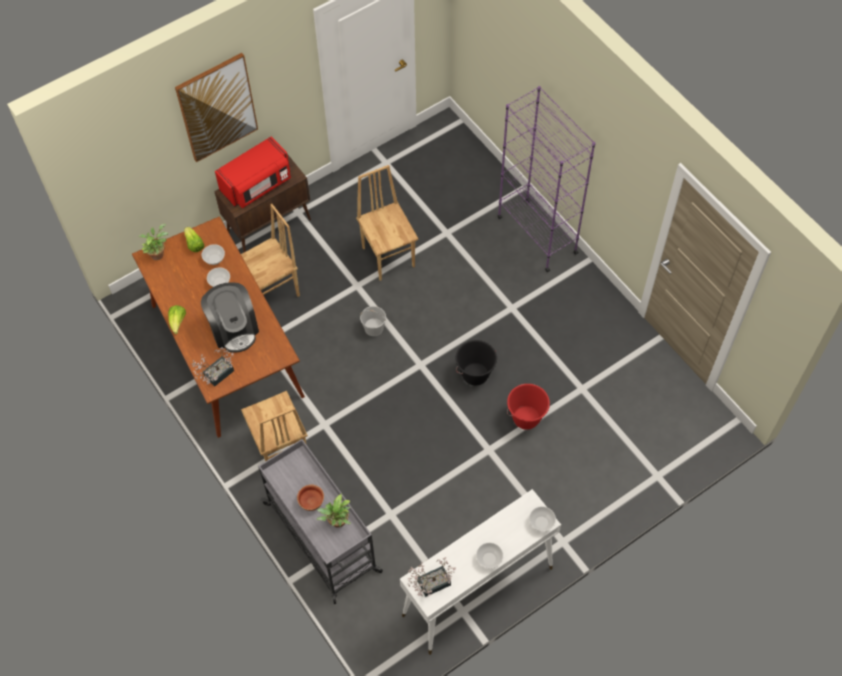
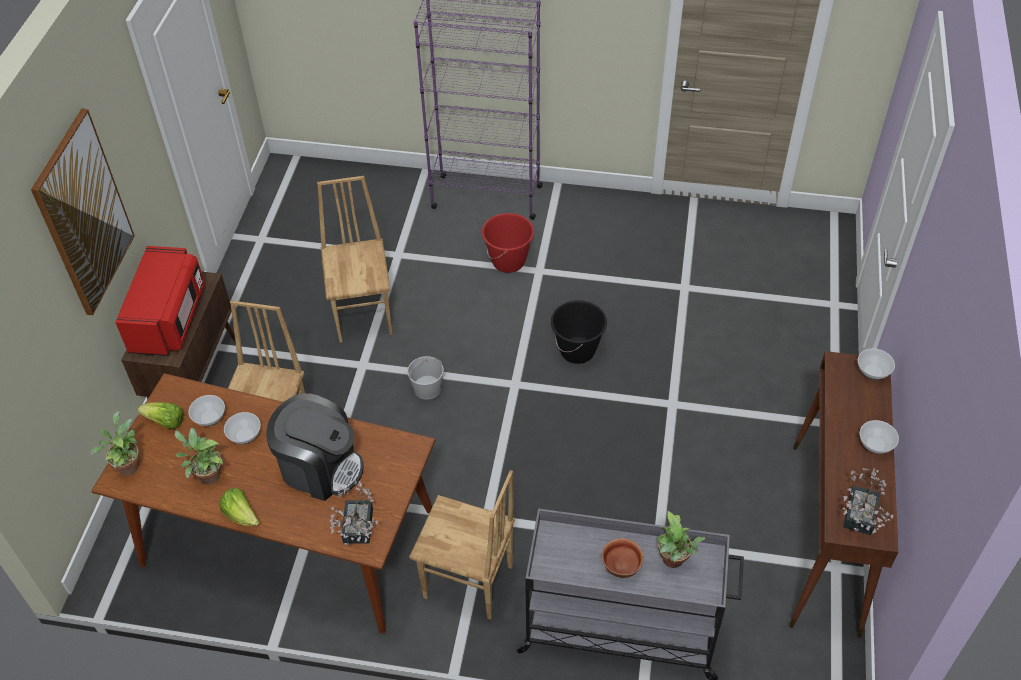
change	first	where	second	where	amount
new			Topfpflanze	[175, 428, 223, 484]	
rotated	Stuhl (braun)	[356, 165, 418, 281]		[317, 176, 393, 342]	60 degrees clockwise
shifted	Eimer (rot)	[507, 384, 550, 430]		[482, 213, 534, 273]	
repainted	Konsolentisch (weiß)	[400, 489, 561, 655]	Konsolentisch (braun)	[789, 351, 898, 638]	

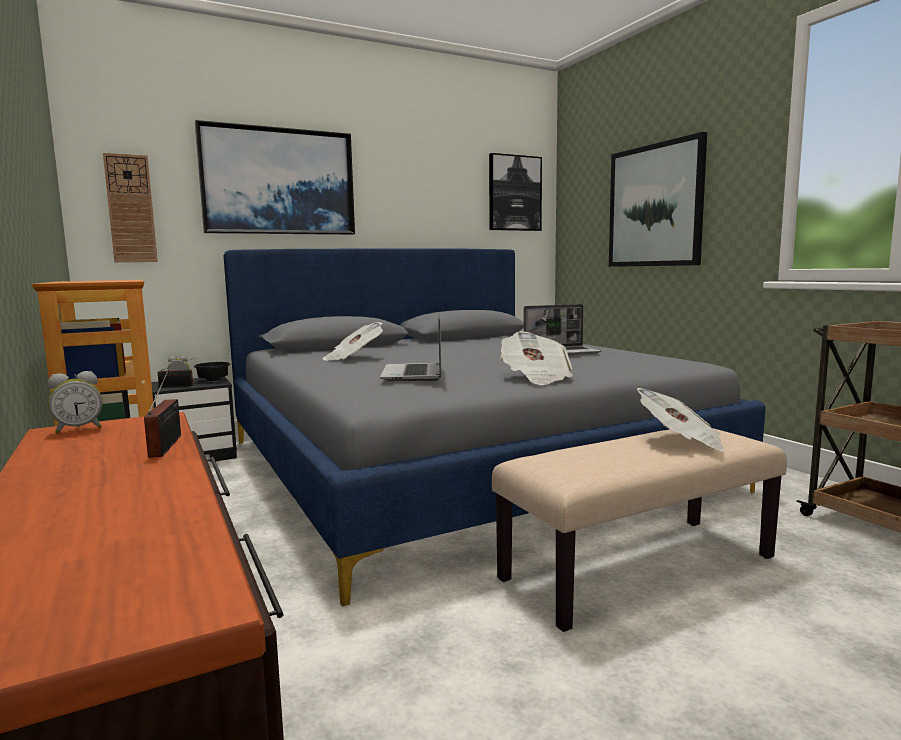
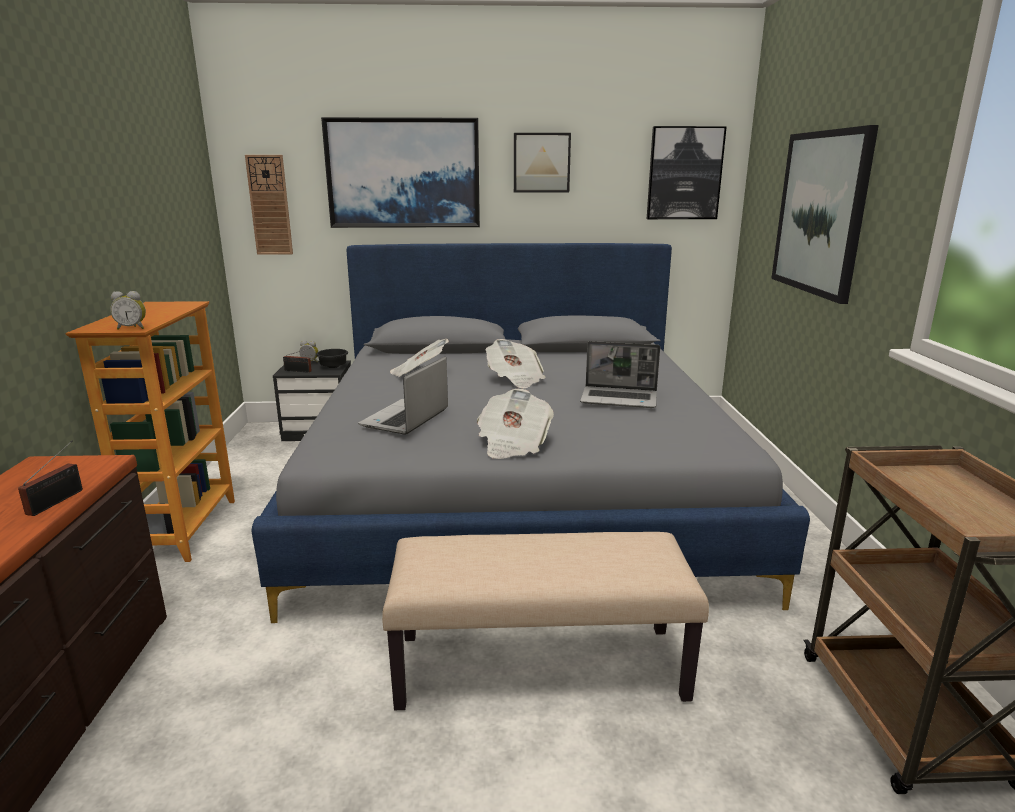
change	first	where	second	where	amount
shifted	Wecker	[48, 371, 102, 434]		[110, 291, 146, 330]	
shifted	Zeitung	[637, 388, 725, 452]		[486, 339, 545, 389]	
new			Bild	[514, 133, 571, 193]	

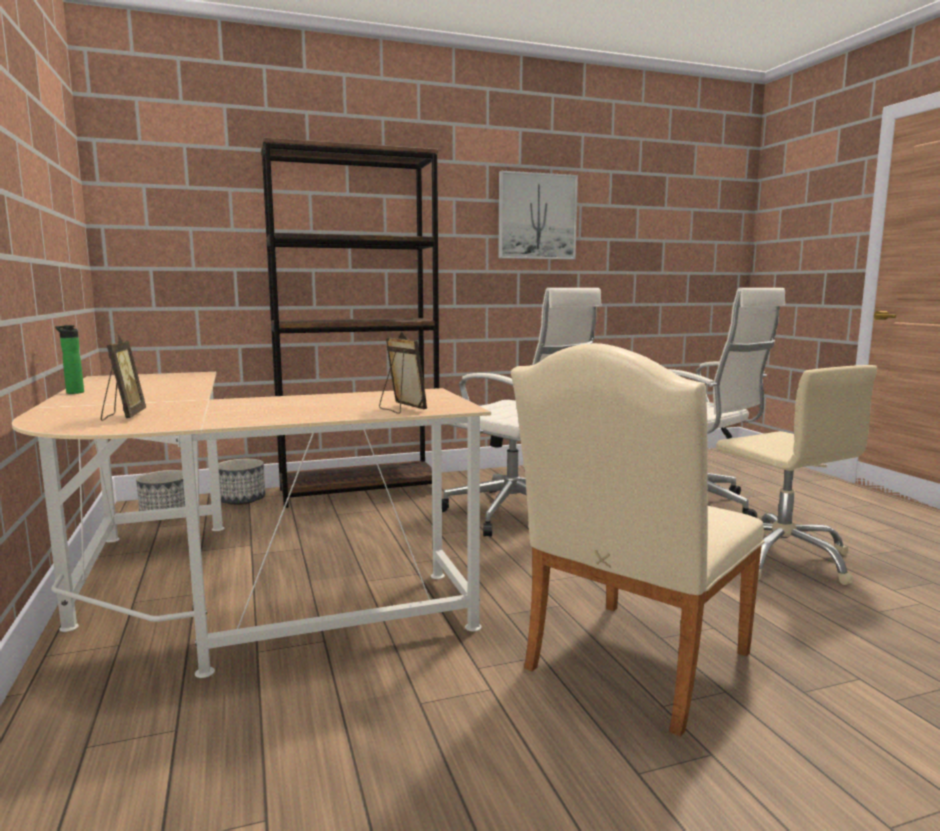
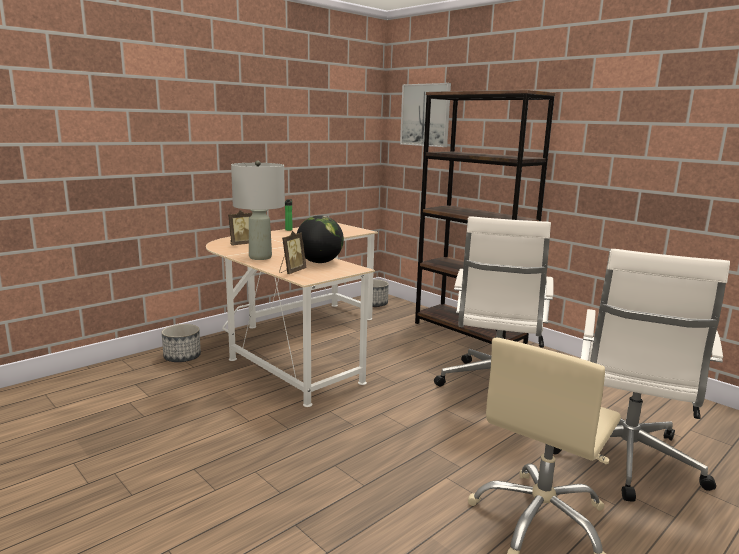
change	first	where	second	where	amount
shifted	Pflanzkübel	[218, 459, 265, 505]		[162, 324, 201, 362]	
new			Tischlampe (grau)	[231, 160, 285, 260]	
new			Globus	[297, 215, 344, 263]	
shifted	Bild	[498, 171, 578, 259]		[400, 83, 451, 147]	
gone	Stuhl (beige)	[511, 343, 764, 737]			

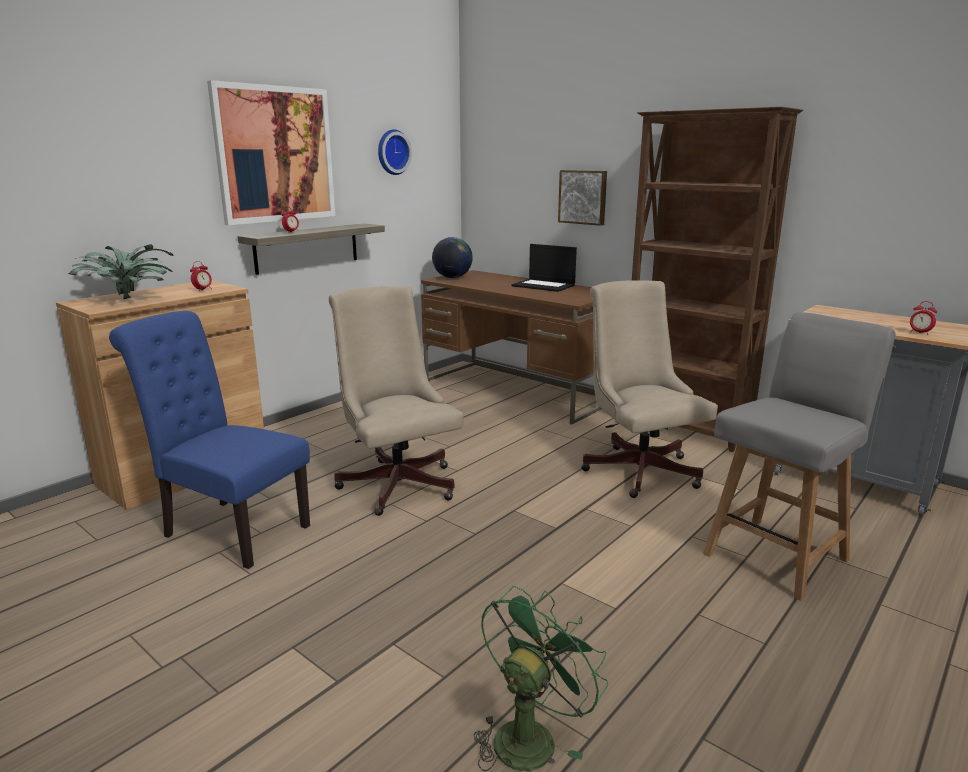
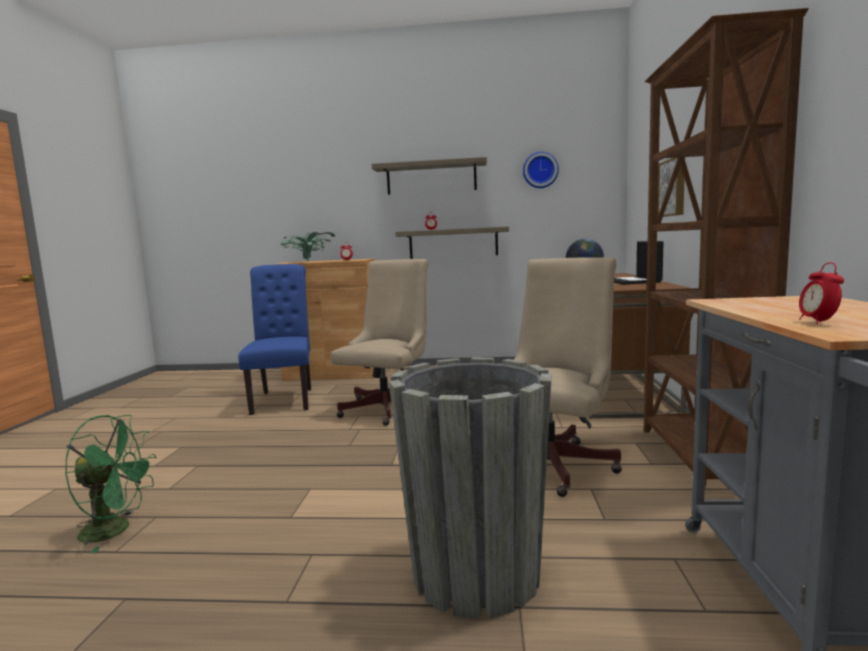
change	first	where	second	where	amount
swapped	Bild	[207, 80, 335, 225]	Wandregal	[372, 157, 487, 195]	
swapped	Stuhl (grau)	[703, 312, 896, 601]	Pflanzkübel (grau)	[389, 357, 552, 619]	

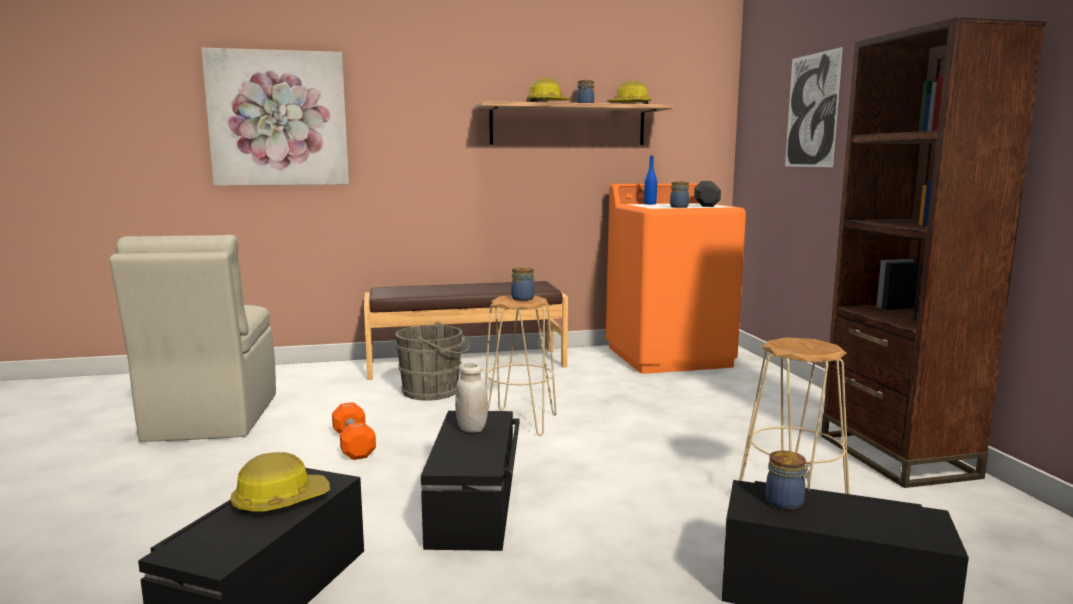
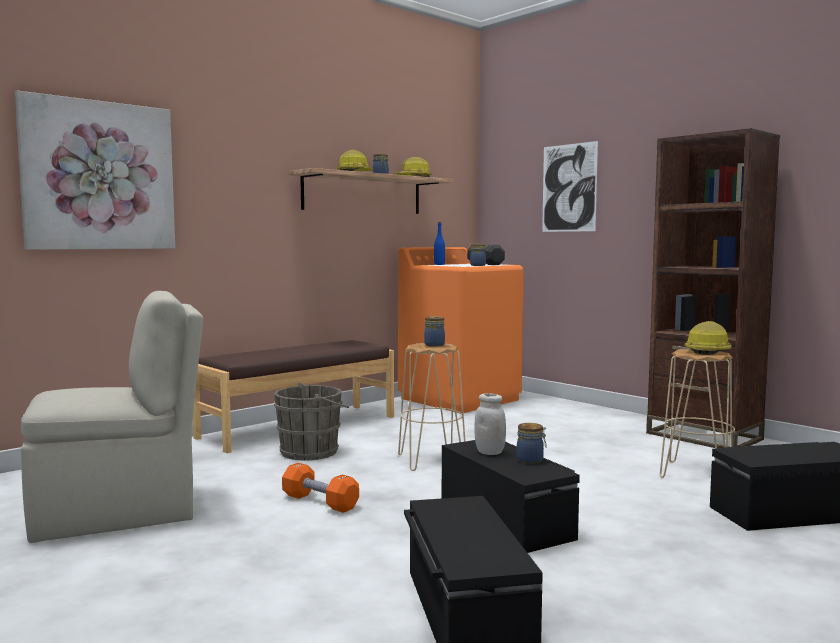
change	first	where	second	where	amount
rotated	Stuhl (beige)	[109, 235, 276, 442]		[21, 291, 203, 543]	75 degrees counterclockwise
shifted	Vorratsglas	[766, 451, 811, 510]		[517, 423, 546, 464]	
shifted	Schutzhelm	[230, 452, 330, 513]		[684, 321, 731, 355]	

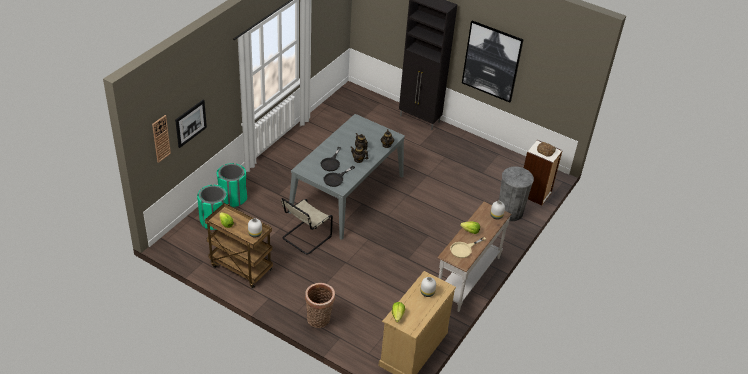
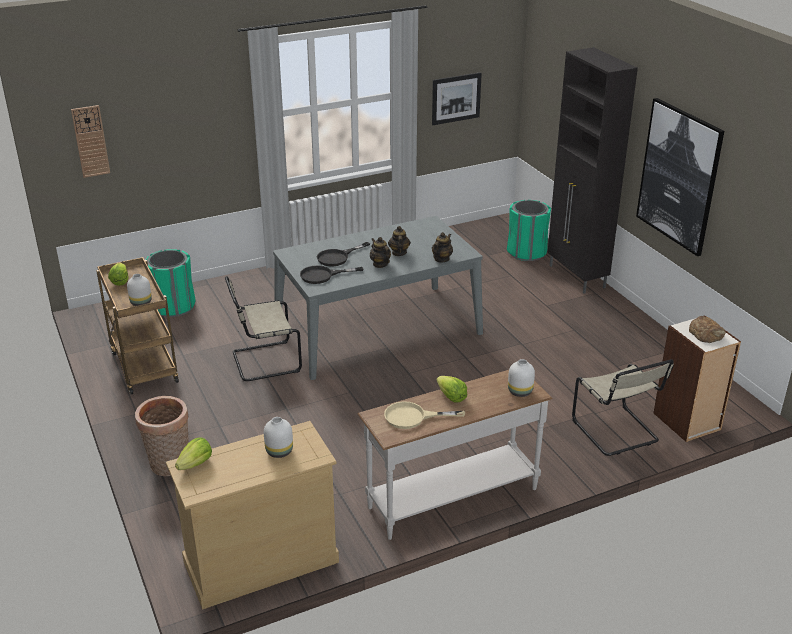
change	first	where	second	where	amount
shifted	Bild	[175, 99, 207, 148]		[432, 72, 482, 125]	
shifted	Mülleimer (grün)	[217, 163, 247, 208]		[507, 200, 551, 261]	
swapped	Mülleimer (grau)	[499, 167, 534, 221]	Stuhl (beige)	[572, 359, 674, 456]	

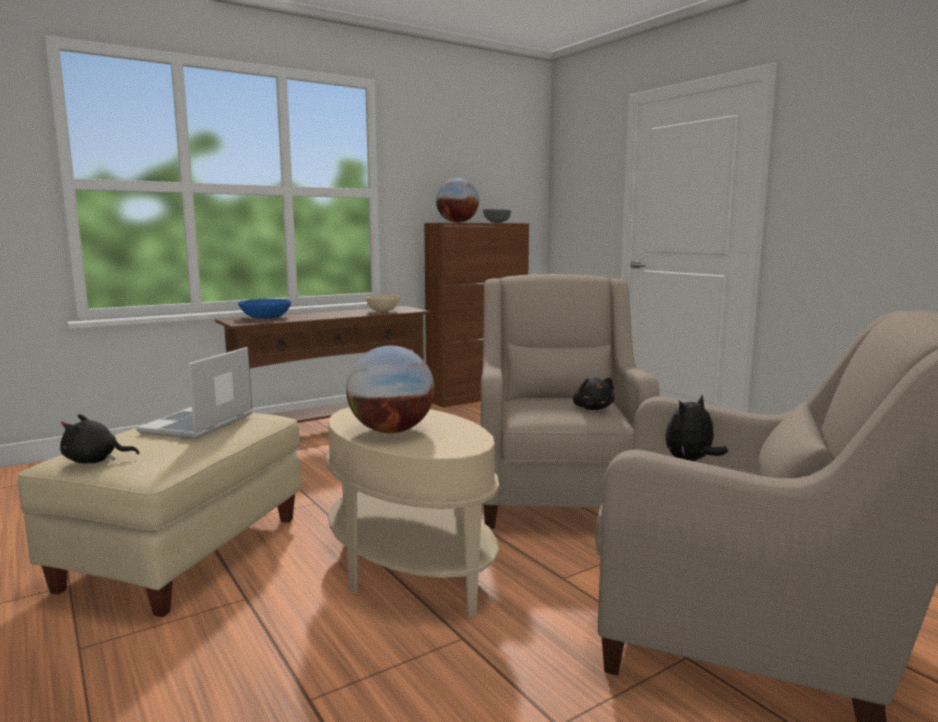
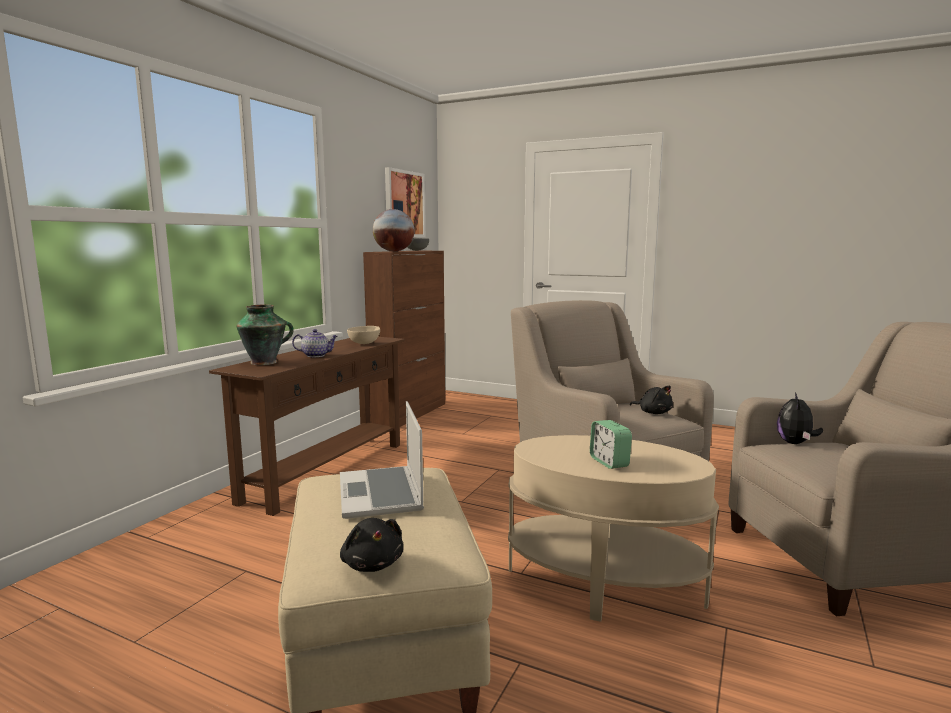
change	first	where	second	where	amount
swapped	Schüssel (blau)	[238, 299, 291, 319]	Vase	[236, 305, 294, 365]	
new			Teekanne	[292, 329, 338, 357]	
rotated	Plüschtier (schwarz)	[60, 414, 139, 464]		[340, 518, 403, 572]	75 degrees counterclockwise
new			Bild	[385, 167, 425, 237]	
swapped	Globus	[346, 346, 434, 433]	Wecker	[590, 420, 632, 469]	

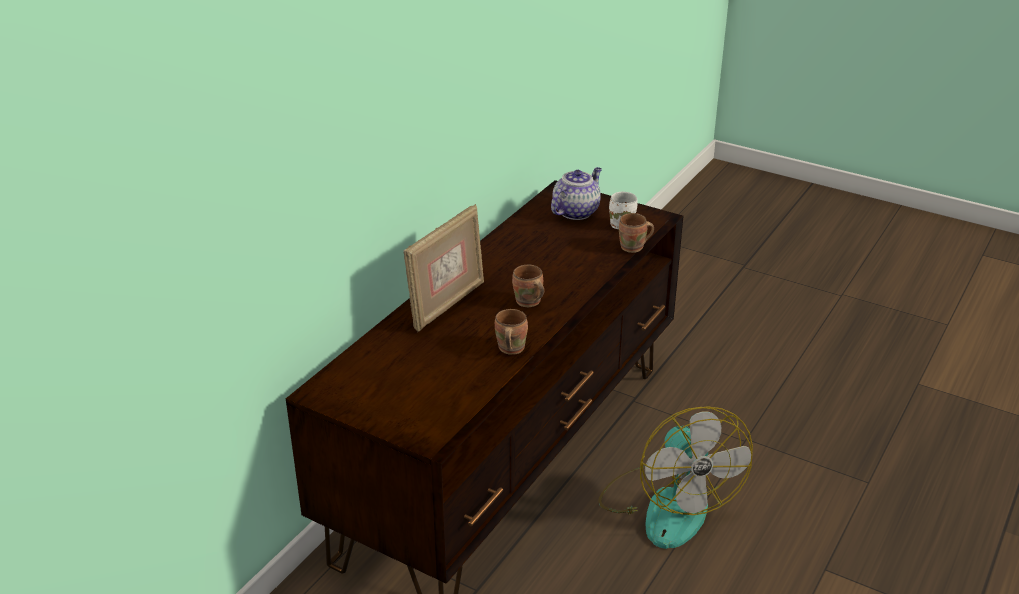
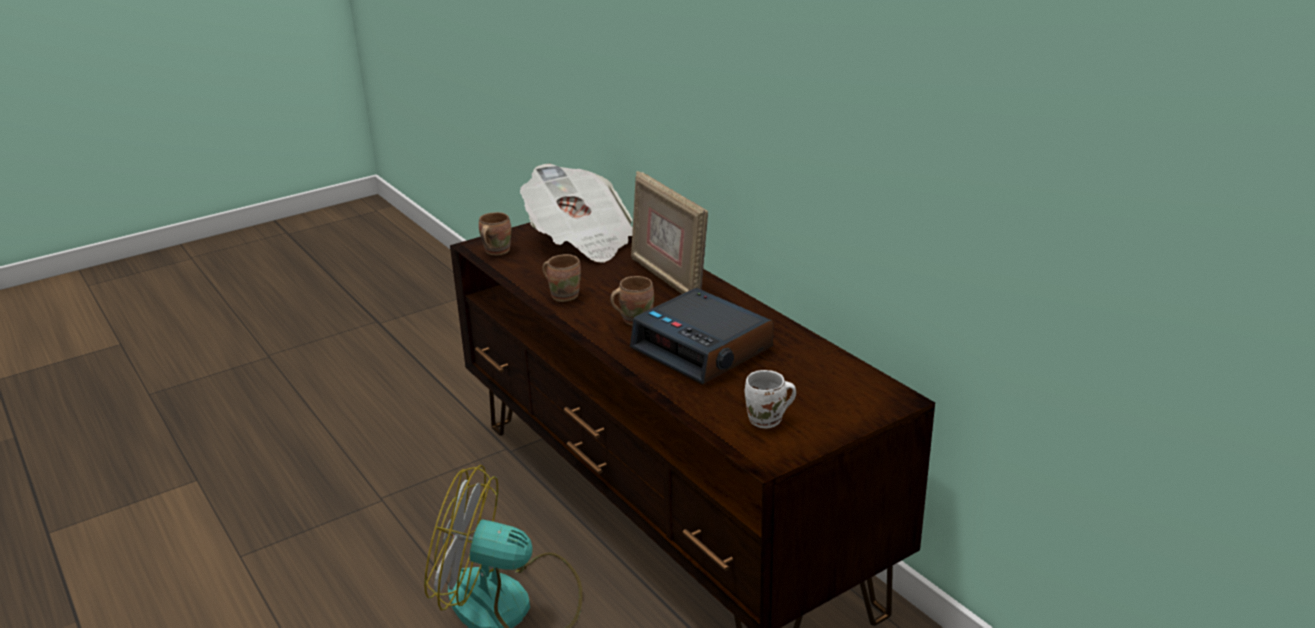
change	first	where	second	where	amount
shifted	Henkelbecher (braun)	[619, 213, 654, 253]		[479, 212, 511, 255]	
new			Zeitung	[520, 164, 633, 263]	
new			Wecker	[630, 288, 774, 385]	
gone	Teekanne	[551, 167, 602, 220]			

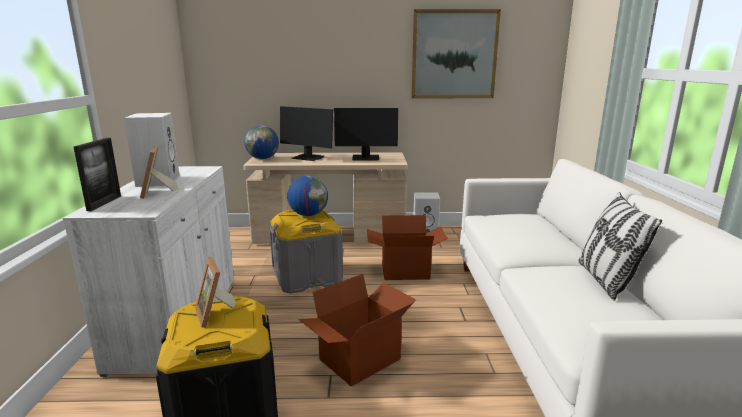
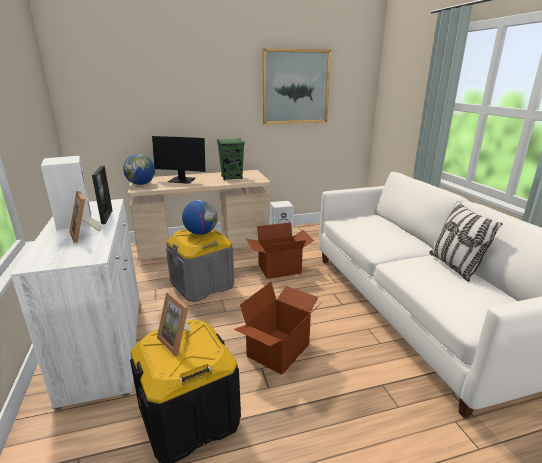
change	first	where	second	where	amount
shifted	Bilderrahmen	[74, 138, 121, 211]		[92, 166, 113, 224]	
swapped	Monitor	[334, 108, 398, 161]	Lautsprecher (grün)	[217, 138, 244, 180]	

